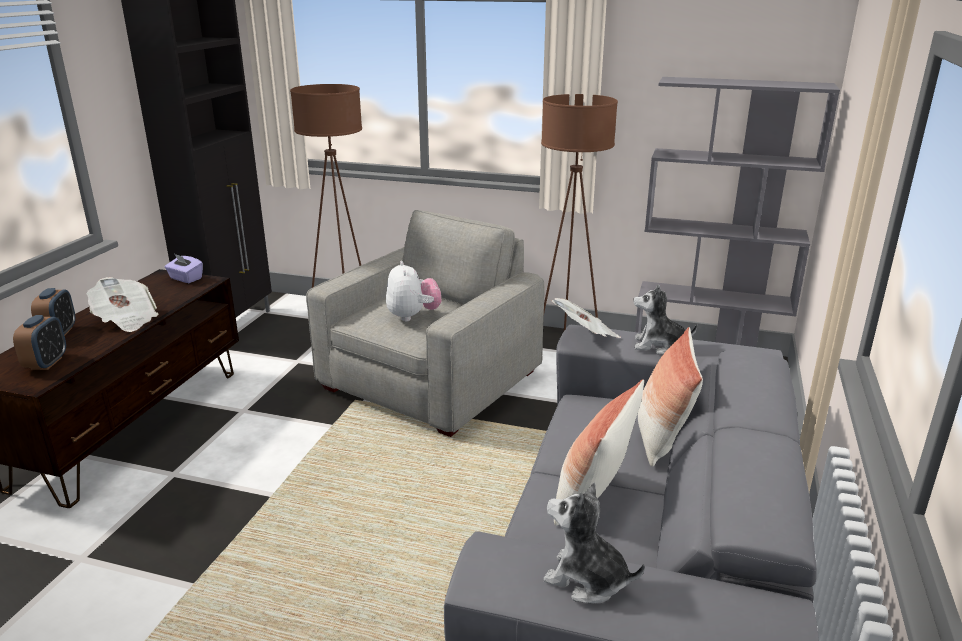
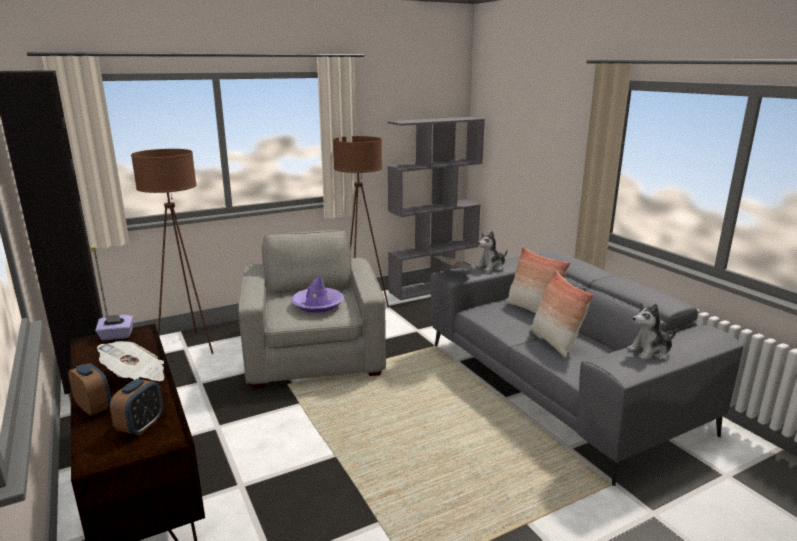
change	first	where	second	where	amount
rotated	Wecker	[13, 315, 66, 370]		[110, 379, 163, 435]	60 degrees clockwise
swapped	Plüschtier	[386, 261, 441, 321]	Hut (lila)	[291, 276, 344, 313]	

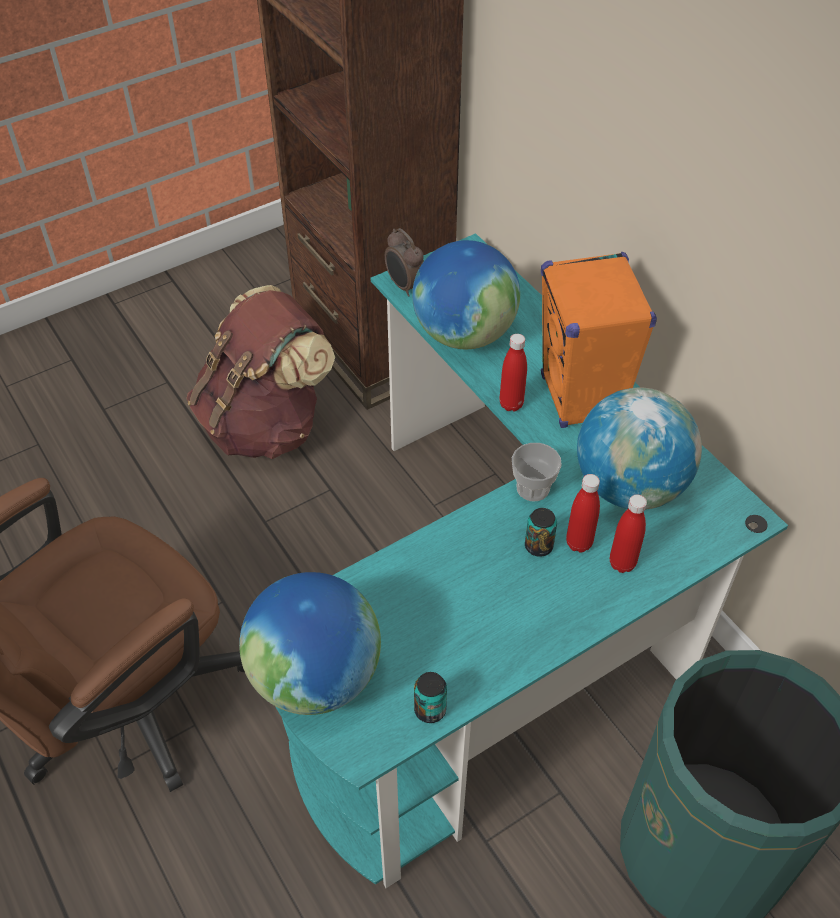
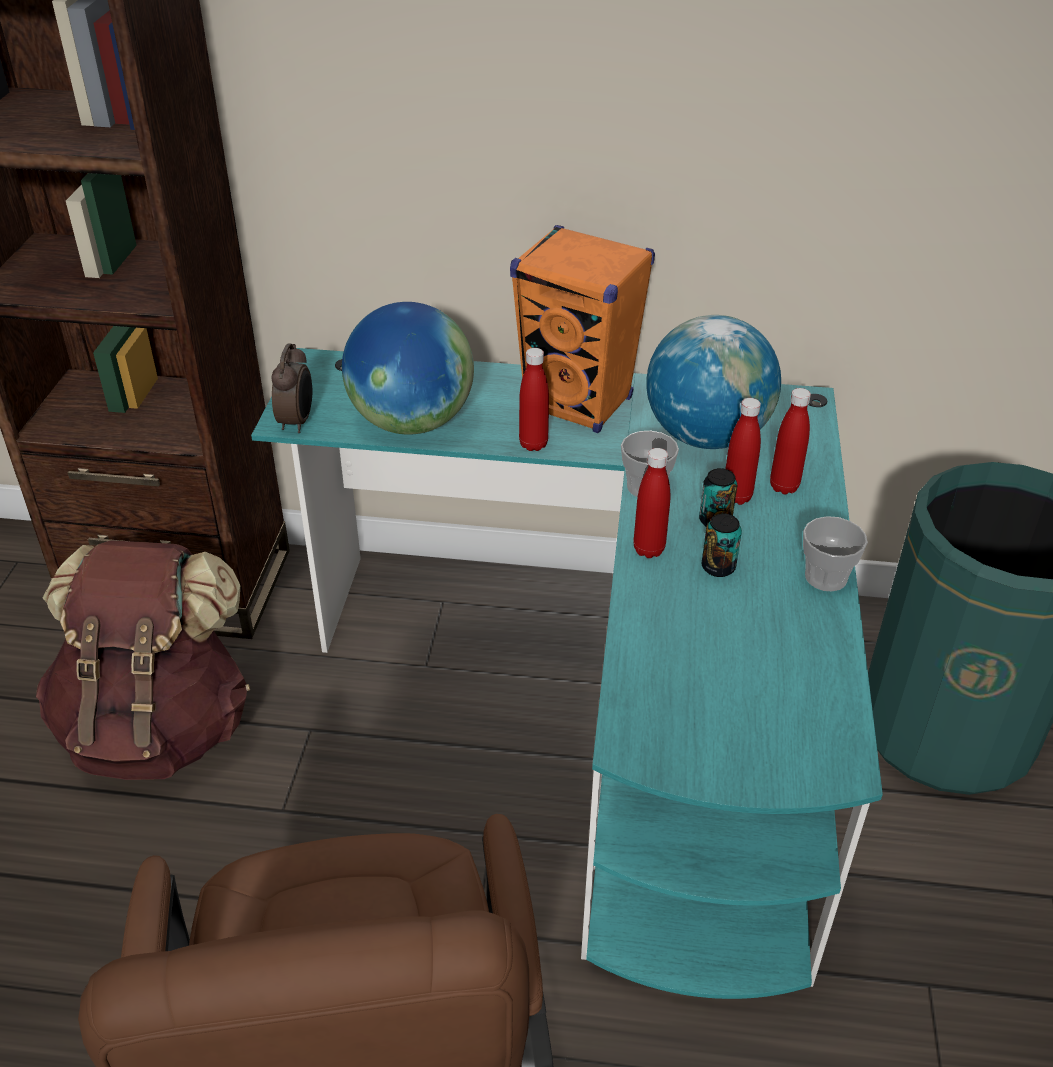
change	first	where	second	where	amount
rotated	Wecker	[385, 228, 424, 297]		[271, 343, 312, 433]	90 degrees counterclockwise
new			Flasche (rot)	[633, 448, 670, 558]	
shifted	Dose	[414, 672, 447, 723]		[702, 513, 742, 577]	
new			Tasse	[803, 516, 868, 591]	
gone	Globus	[239, 572, 381, 715]			

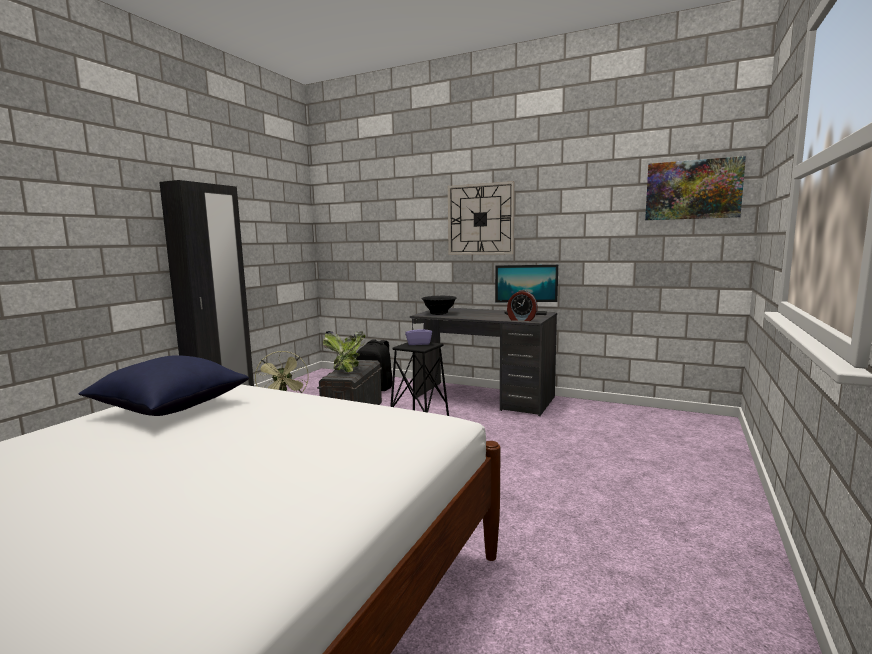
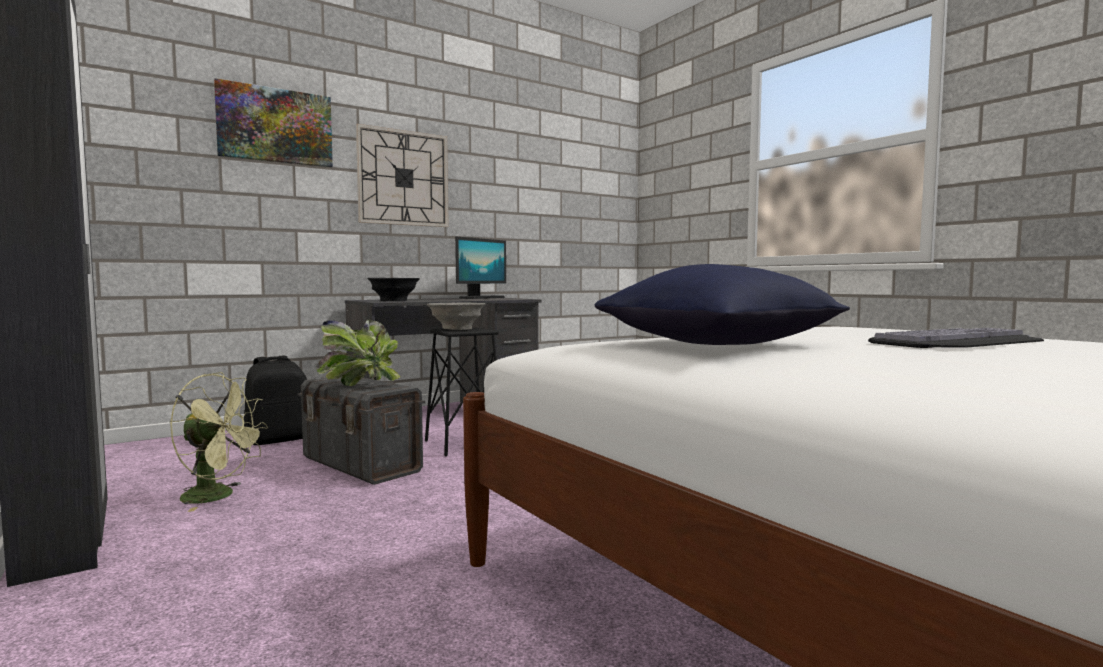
change	first	where	second	where	amount
shifted	Bild	[645, 156, 746, 220]		[214, 78, 333, 167]	
swapped	Taschentuchbox (lila)	[405, 323, 432, 345]	Schüssel (grau)	[427, 302, 485, 330]	
new			Tastatur	[868, 328, 1044, 348]	
gone	Wecker	[507, 290, 538, 321]			

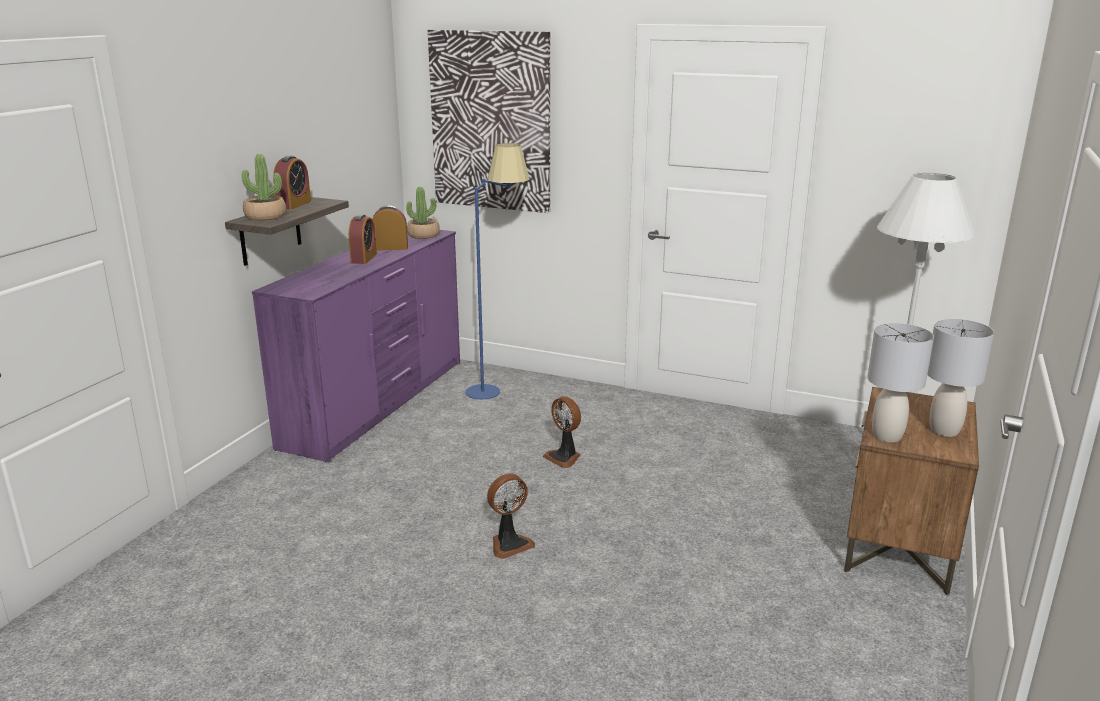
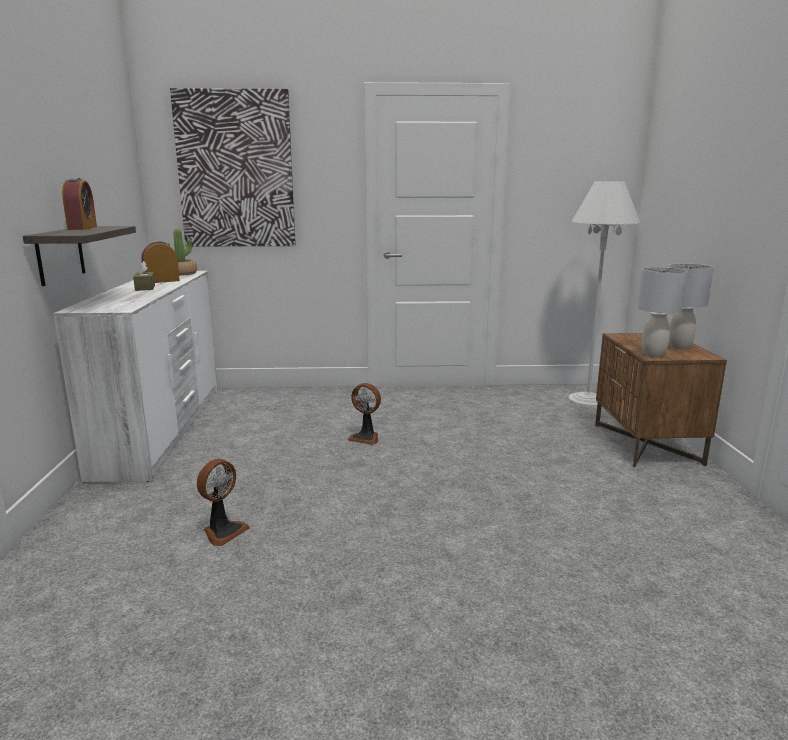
change	first	where	second	where	amount
repainted	Kommode (lila)	[252, 230, 460, 462]	Kommode (weiß)	[53, 271, 218, 483]	
swapped	Wecker	[349, 214, 377, 264]	Taschentuchbox (braun)	[133, 261, 155, 291]	
shifted	Ventilator	[487, 473, 535, 559]		[197, 459, 250, 546]	
gone	Topfpflanze	[242, 154, 286, 220]			
gone	Stehlampe (blau)	[465, 143, 530, 400]			

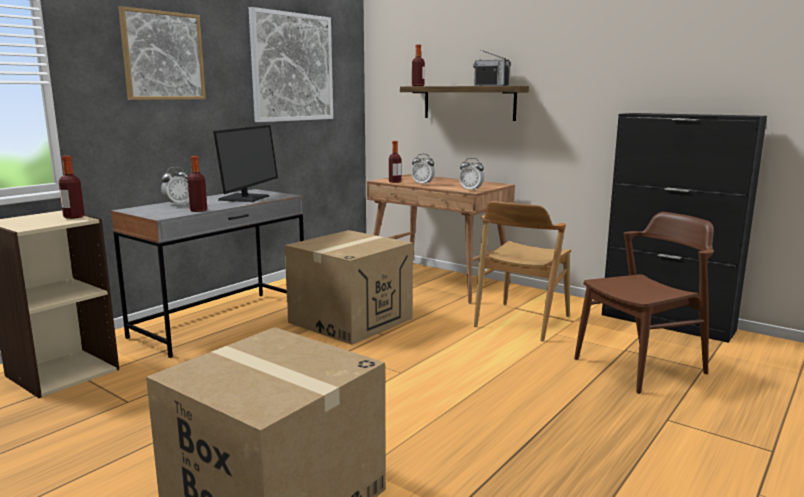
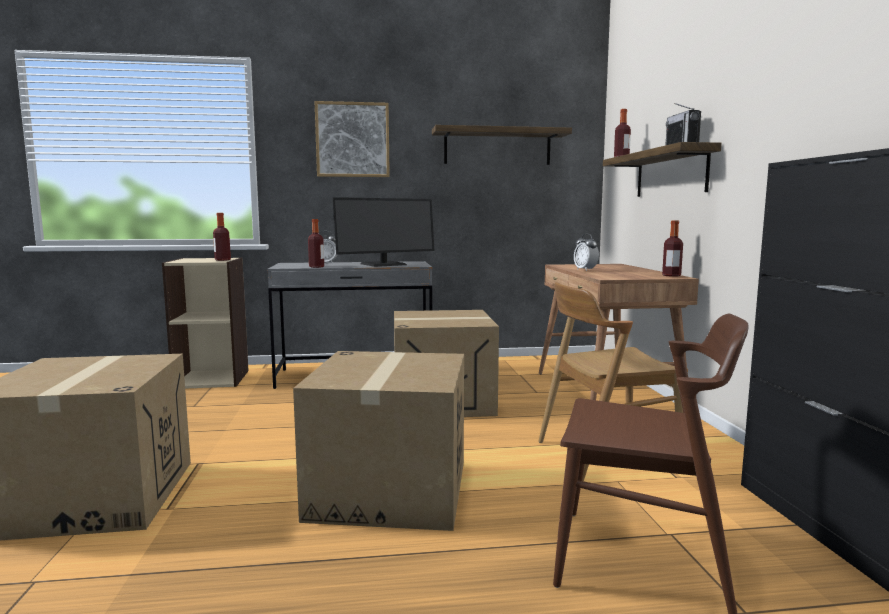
change	first	where	second	where	amount
new			Karton	[293, 351, 464, 531]	
swapped	Bild	[249, 7, 333, 122]	Wandregal	[432, 125, 572, 165]	
shifted	Flasche	[389, 141, 401, 183]		[662, 220, 683, 277]	
gone	Wecker	[459, 158, 484, 191]			

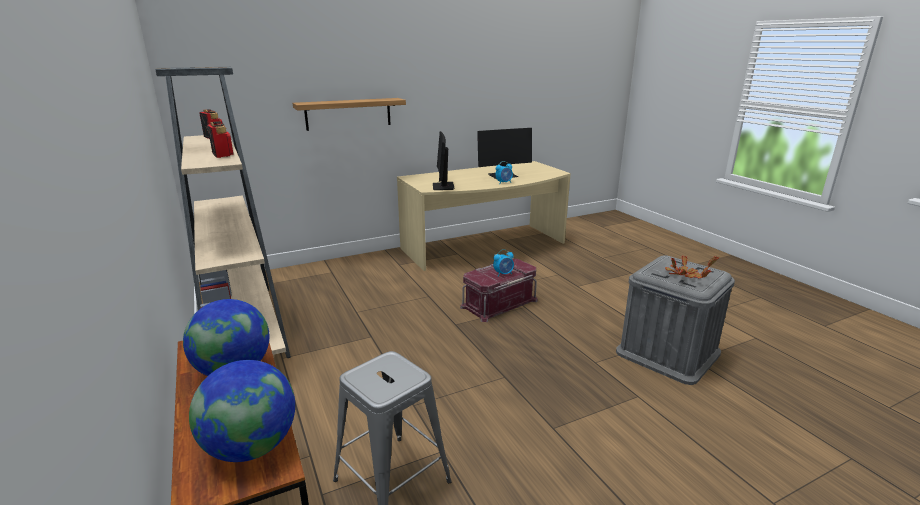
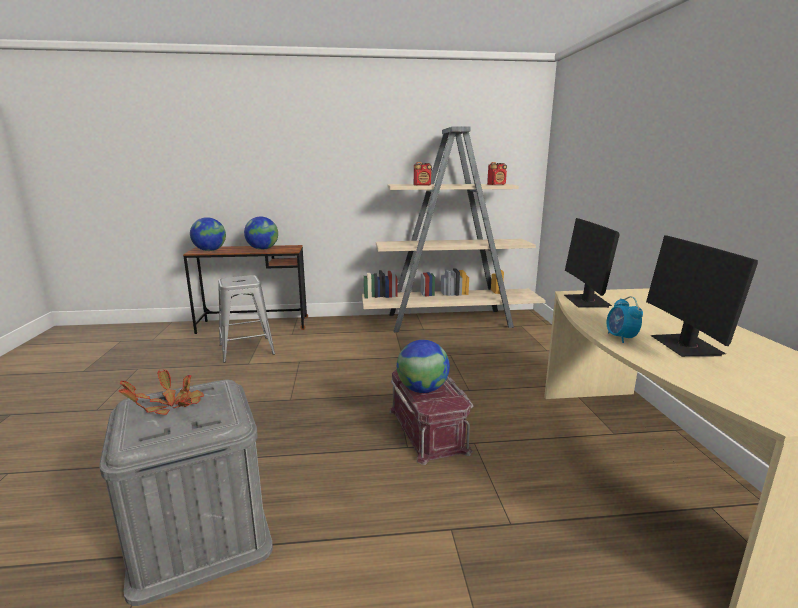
change	first	where	second	where	amount
swapped	Wecker	[493, 249, 514, 277]	Globus	[397, 340, 450, 393]	
rotated	Monitor	[433, 131, 455, 190]		[564, 218, 620, 308]	105 degrees counterclockwise
gone	Wandregal	[293, 98, 406, 131]			

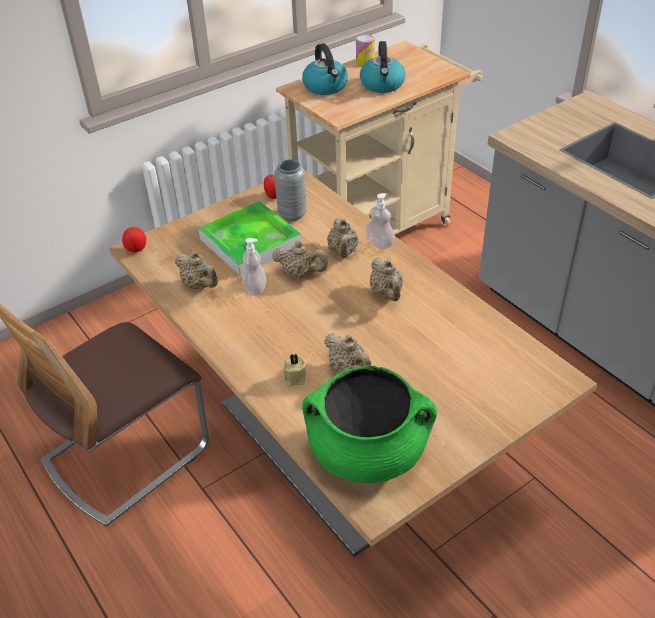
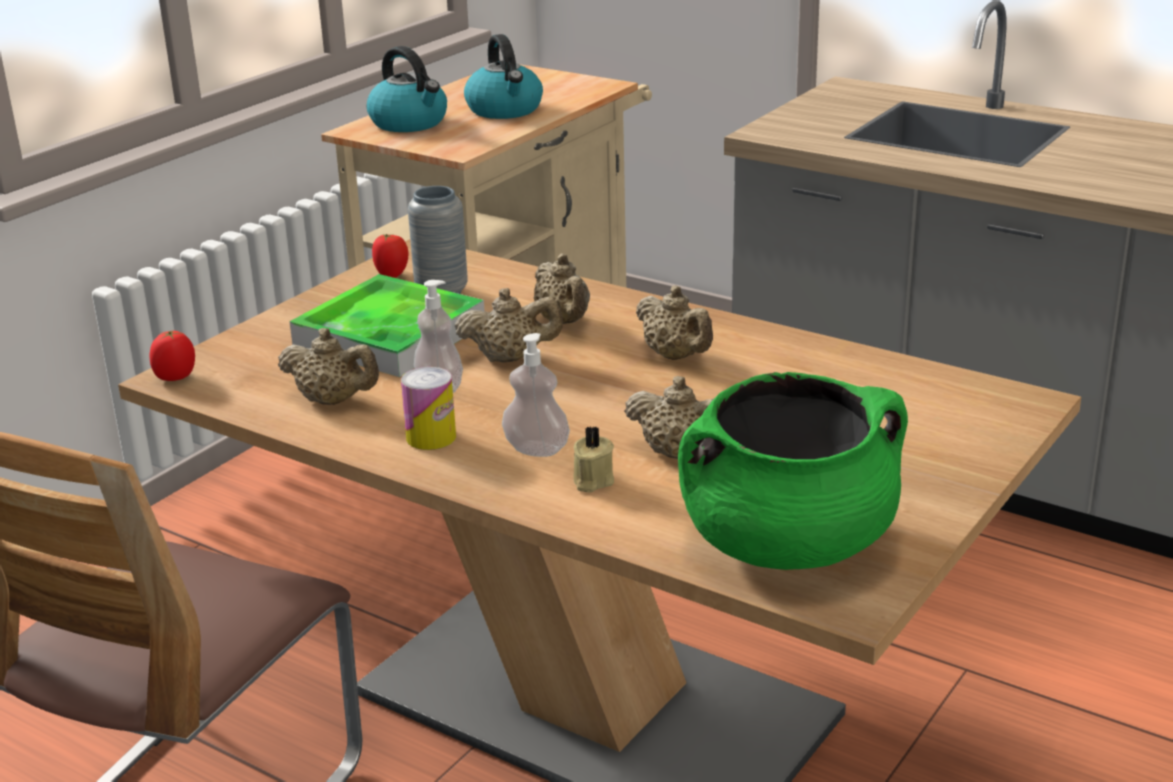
change	first	where	second	where	amount
shifted	Dose	[356, 34, 375, 66]		[401, 367, 456, 450]	
shifted	Seifenspender	[366, 193, 395, 249]		[502, 333, 570, 457]	

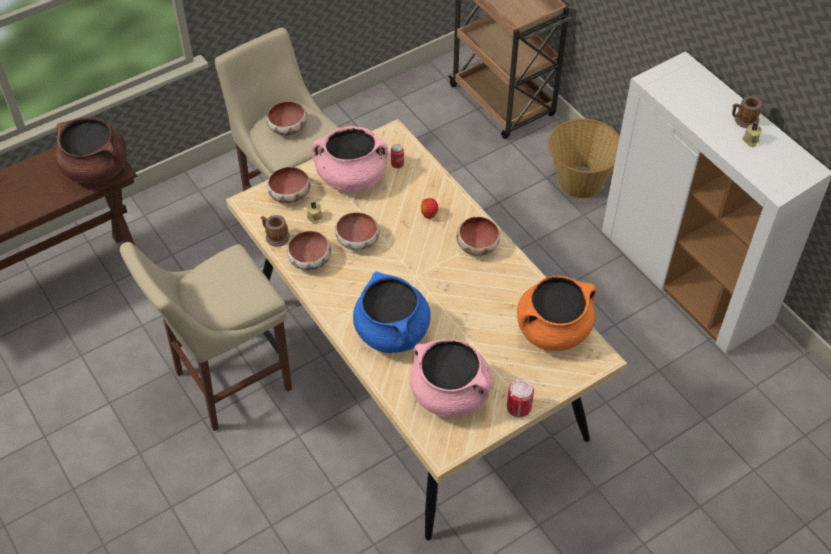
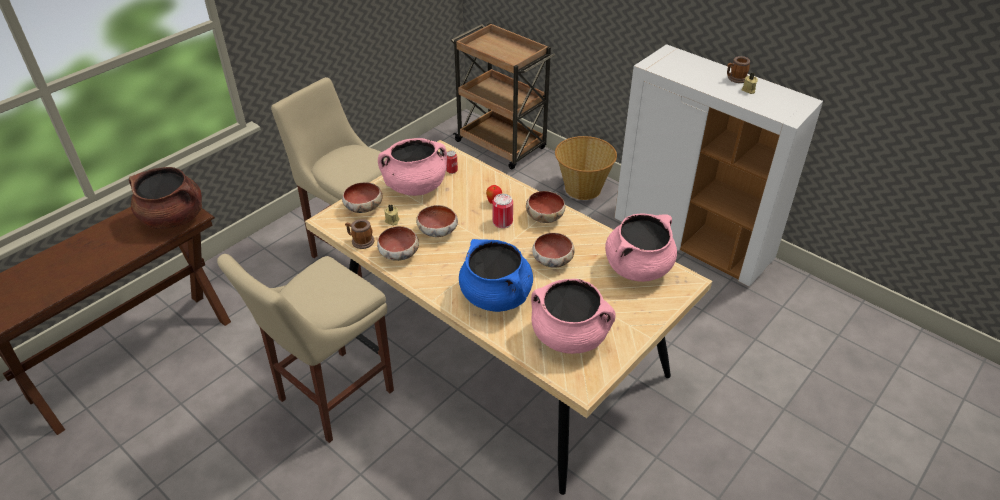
change	first	where	second	where	amount
shifted	Dose	[507, 379, 534, 418]		[492, 194, 513, 228]	
shifted	Schüssel	[267, 101, 307, 135]		[532, 233, 575, 268]	
repainted	Kochtopf (orange)	[517, 276, 596, 351]	Kochtopf (rosa)	[605, 213, 677, 282]	

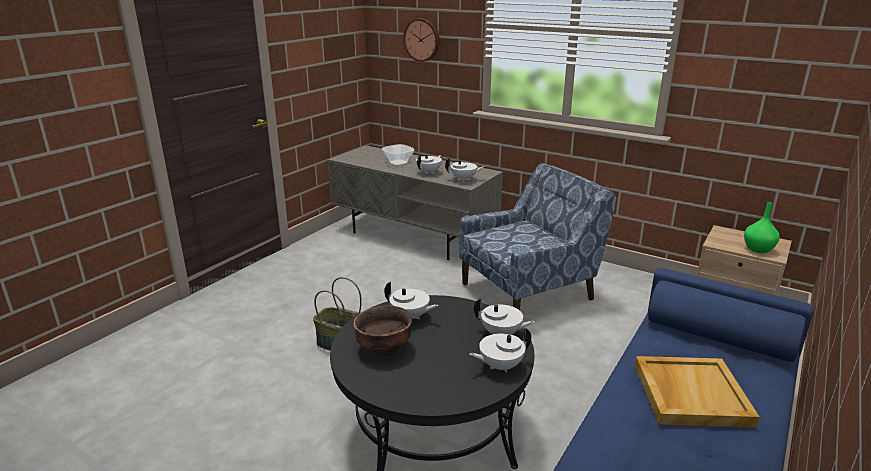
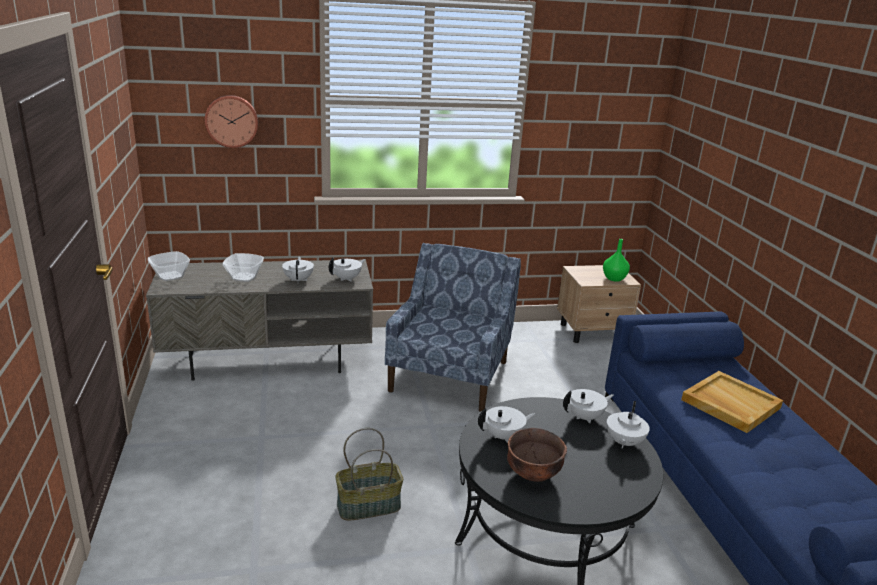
change	first	where	second	where	amount
new			Schüssel	[148, 251, 190, 281]	

